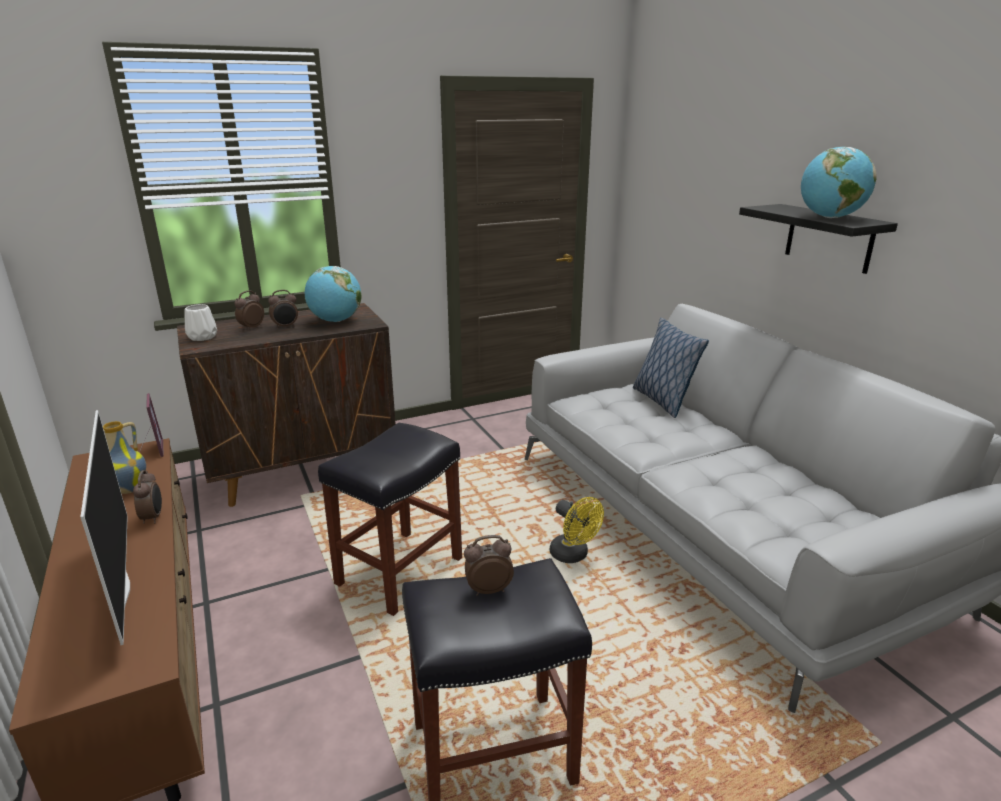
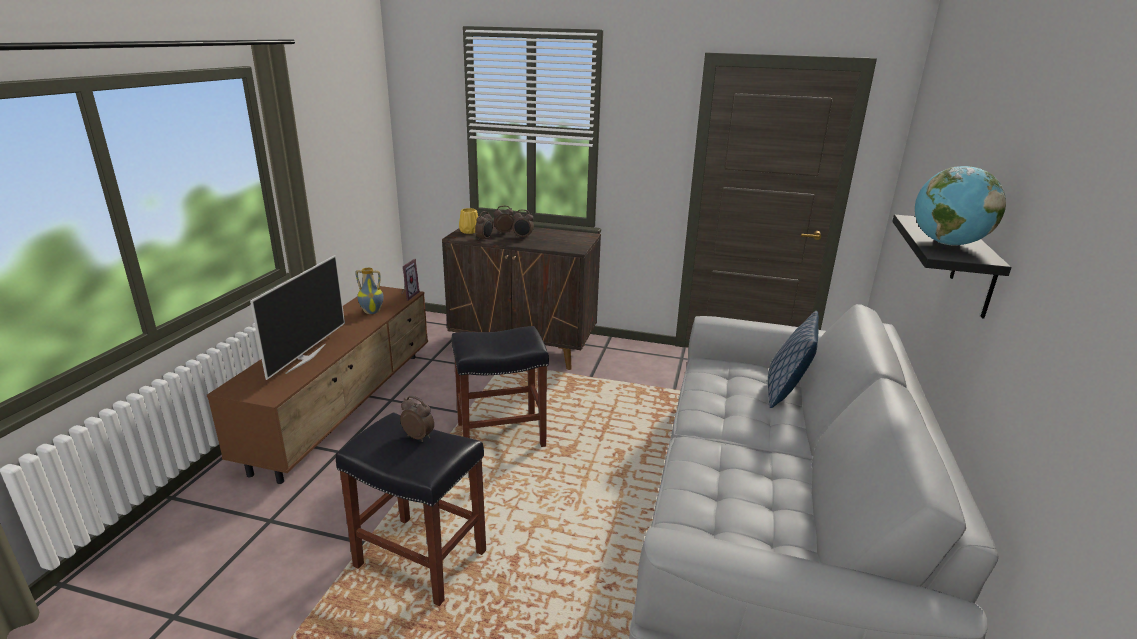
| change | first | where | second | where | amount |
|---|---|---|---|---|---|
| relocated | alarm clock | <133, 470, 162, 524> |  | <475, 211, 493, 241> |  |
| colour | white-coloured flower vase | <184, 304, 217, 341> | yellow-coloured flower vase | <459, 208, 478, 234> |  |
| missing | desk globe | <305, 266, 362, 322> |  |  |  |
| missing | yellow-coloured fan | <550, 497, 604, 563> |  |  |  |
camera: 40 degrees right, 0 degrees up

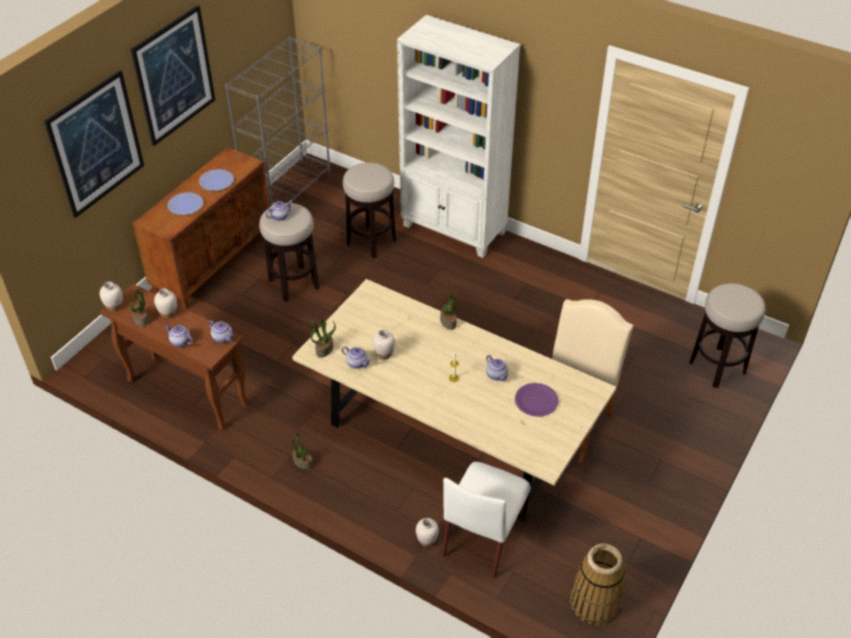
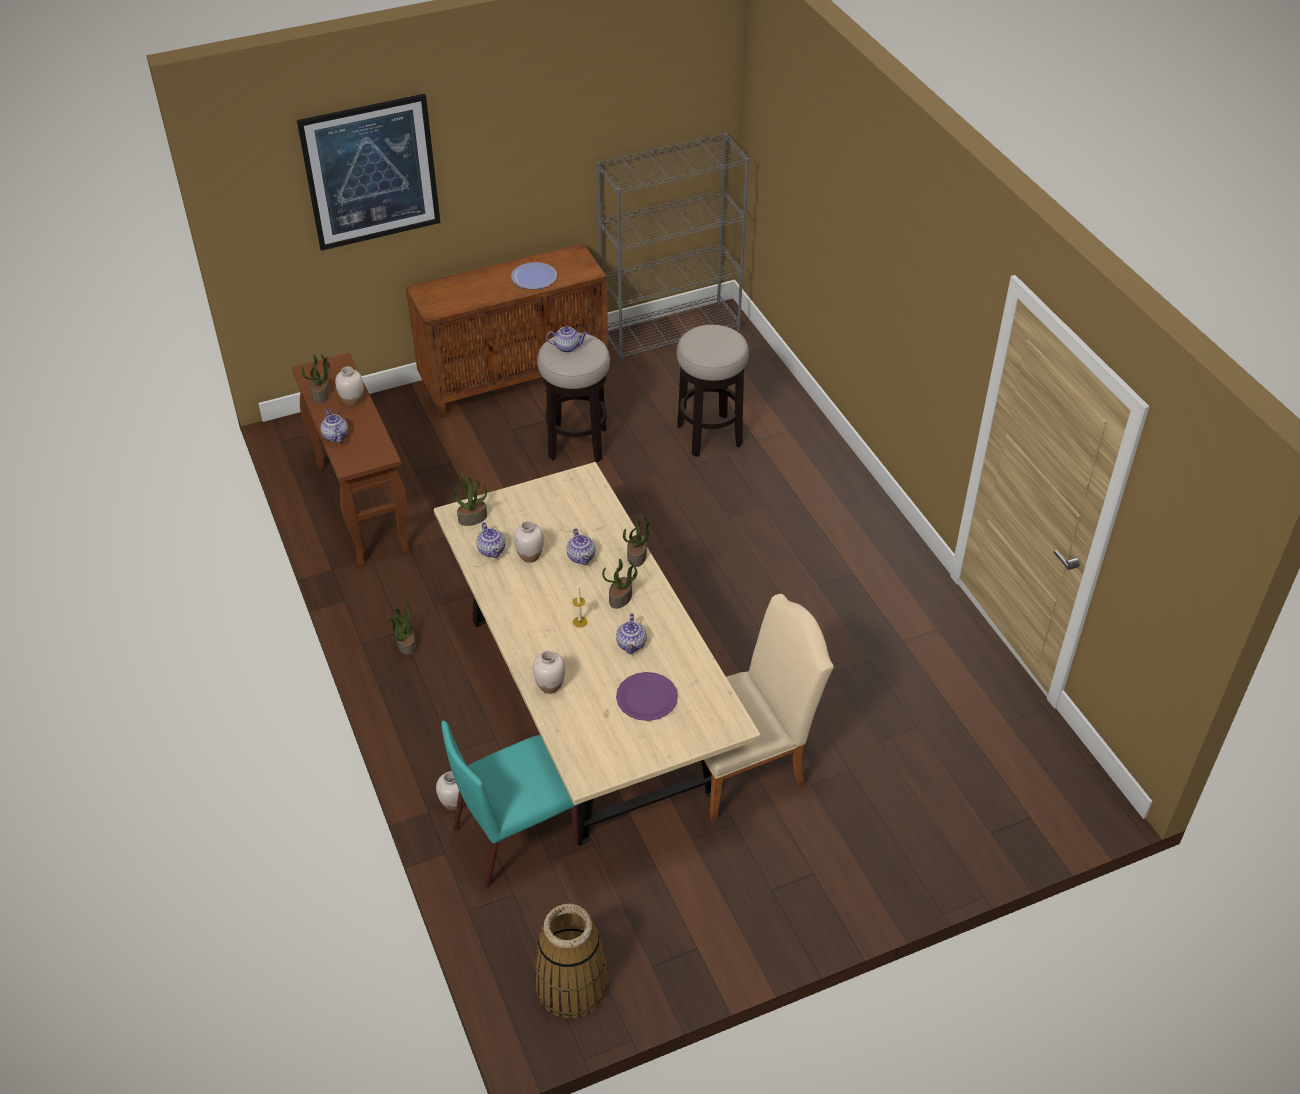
| change | first | where | second | where | amount |
|---|---|---|---|---|---|
| relocated | white-coloured flower vase | <100, 282, 123, 312> |  | <533, 650, 565, 694> |  |
| missing | picture | <130, 5, 215, 146> |  |  |  |
| missing | flat dish | <167, 192, 203, 215> |  |  |  |
| relocated | tea pot | <208, 320, 234, 343> |  | <566, 528, 596, 565> |  |
| missing | white-coloured shelving unit | <397, 15, 520, 258> |  |  |  |
| colour | white-coloured upright chair | <442, 462, 531, 578> | blue-green upright chair | <441, 721, 581, 888> |  |
| missing | sitting stool | <689, 283, 766, 388> |  |  |  |
| appeared |  |  | potted plant | <602, 559, 637, 609> |  |
camera: 35 degrees right, 0 degrees up

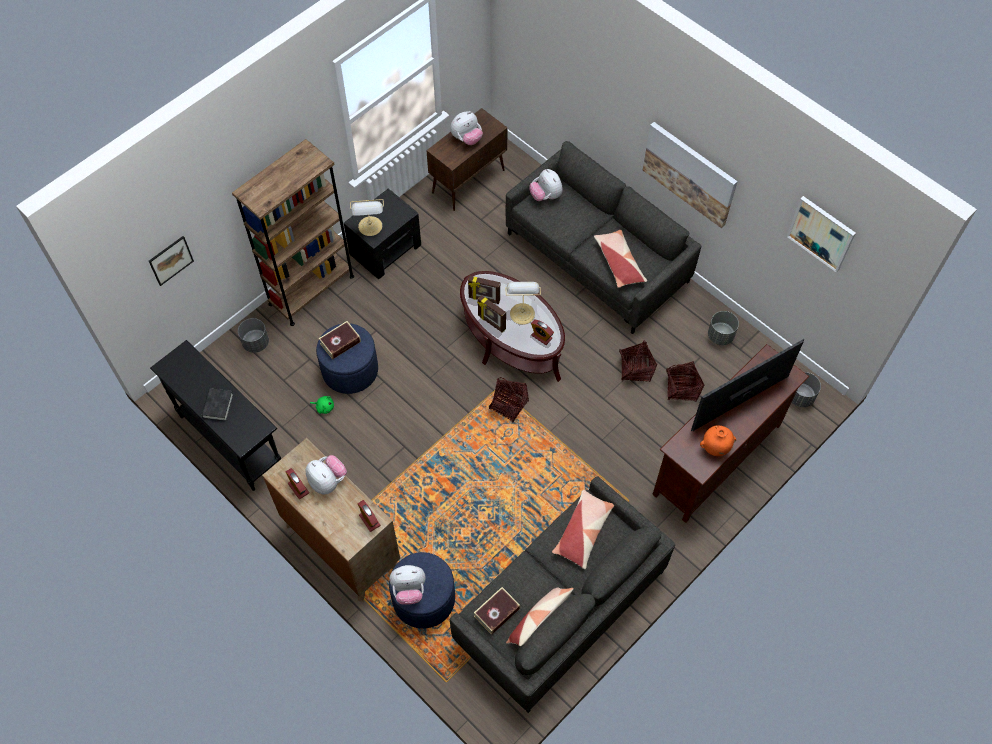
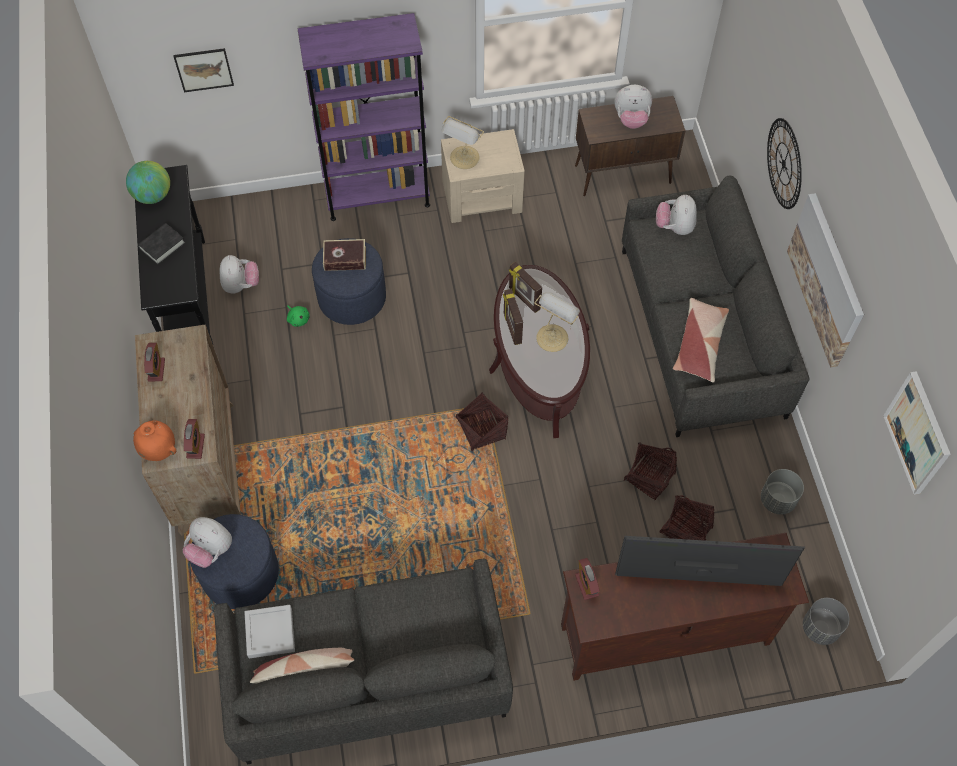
| change | first | where | second | where | amount |
|---|---|---|---|---|---|
| colour | brown-coloured shelving unit | <232, 139, 354, 326> | purple-coloured shelving unit | <297, 13, 430, 221> |  |
| missing | gray planter | <238, 318, 269, 353> |  |  |  |
| relocated | cuddly toy | <306, 455, 347, 495> |  | <220, 255, 259, 294> |  |
| colour | black-coloured nightstand | <344, 188, 421, 279> | sand-coloured nightstand | <441, 129, 525, 223> |  |
| exchanged | book | <474, 587, 520, 635> | gray serving tray | <244, 605, 295, 658> |  |
| relocated | alarm clock | <531, 320, 554, 345> |  | <575, 558, 600, 600> |  |
| missing | cushion | <552, 490, 614, 569> |  |  |  |
| relocated | orange-coloured flower vase | <700, 425, 736, 456> |  | <133, 420, 176, 461> |  |
| appeared |  |  | desk globe | <126, 161, 170, 204> |  |
| appeared |  |  | hanging clock | <767, 118, 802, 209> |  |
camera: 35 degrees right, 0 degrees up

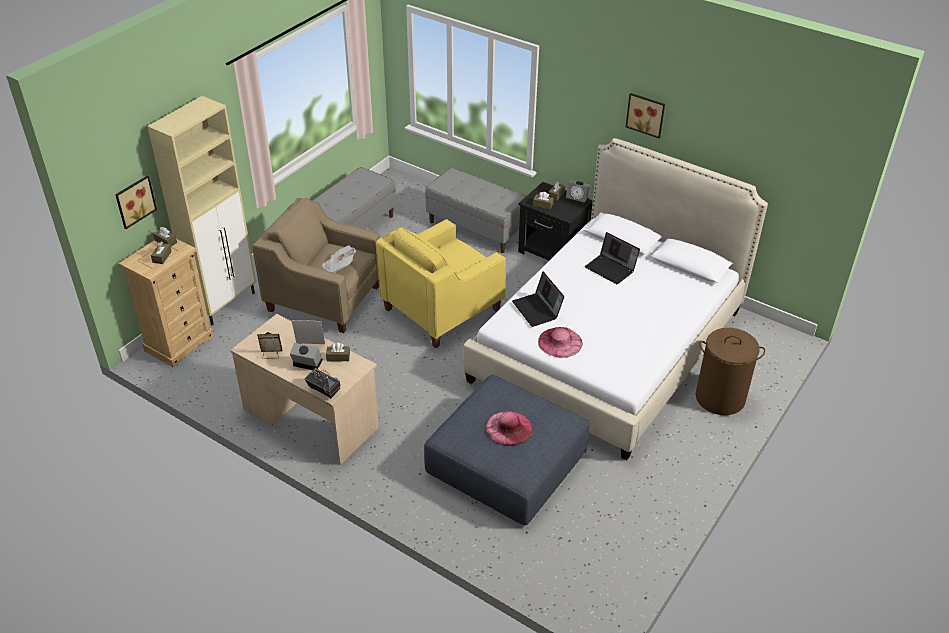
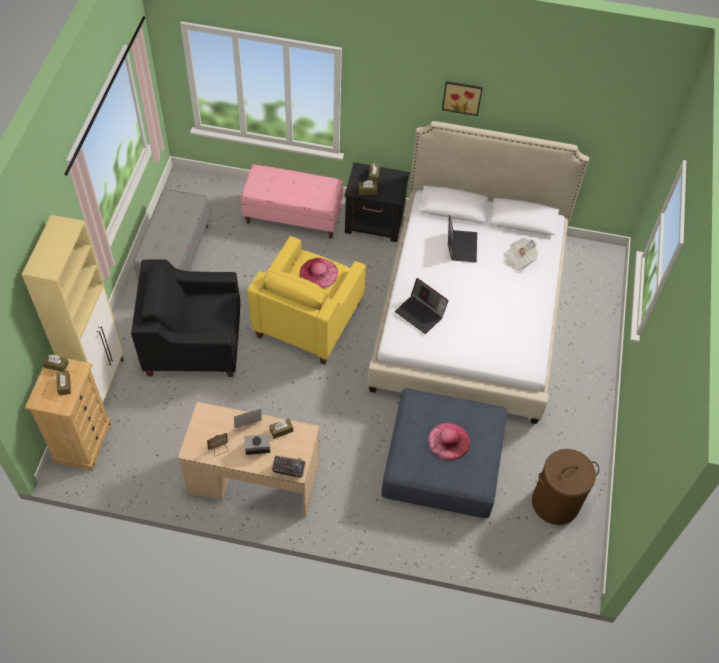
| change | first | where | second | where | amount |
|---|---|---|---|---|---|
| missing | picture | <115, 175, 157, 229> |  |  |  |
| colour | sand-coloured armchair | <252, 197, 380, 333> | black-coloured armchair | <131, 260, 241, 377> |  |
| relocated | printed paper | <322, 246, 356, 273> |  | <503, 238, 538, 271> |  |
| colour | gray indoor bench | <425, 167, 526, 253> | pink-coloured indoor bench | <241, 164, 344, 239> |  |
| relocated | pink-coloured clothing hat | <538, 327, 583, 358> |  | <300, 258, 338, 289> |  |
| missing | alarm clock | <565, 180, 591, 206> |  |  |  |
| spun | laptop | <585, 232, 640, 284> |  | <448, 215, 477, 262> | 105 degrees counterclockwise |
| relocated | brown-coloured washing basket | <695, 328, 765, 415> |  | <532, 449, 600, 525> |  |
camera: 25 degrees left, 15 degrees up

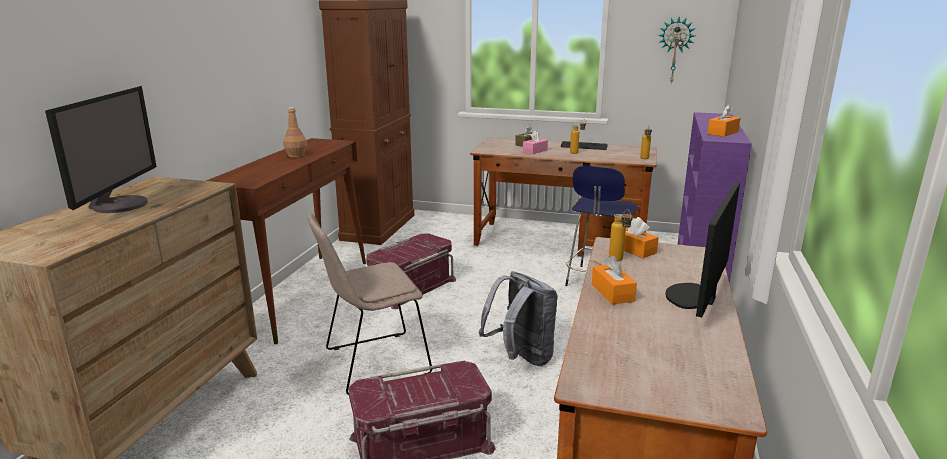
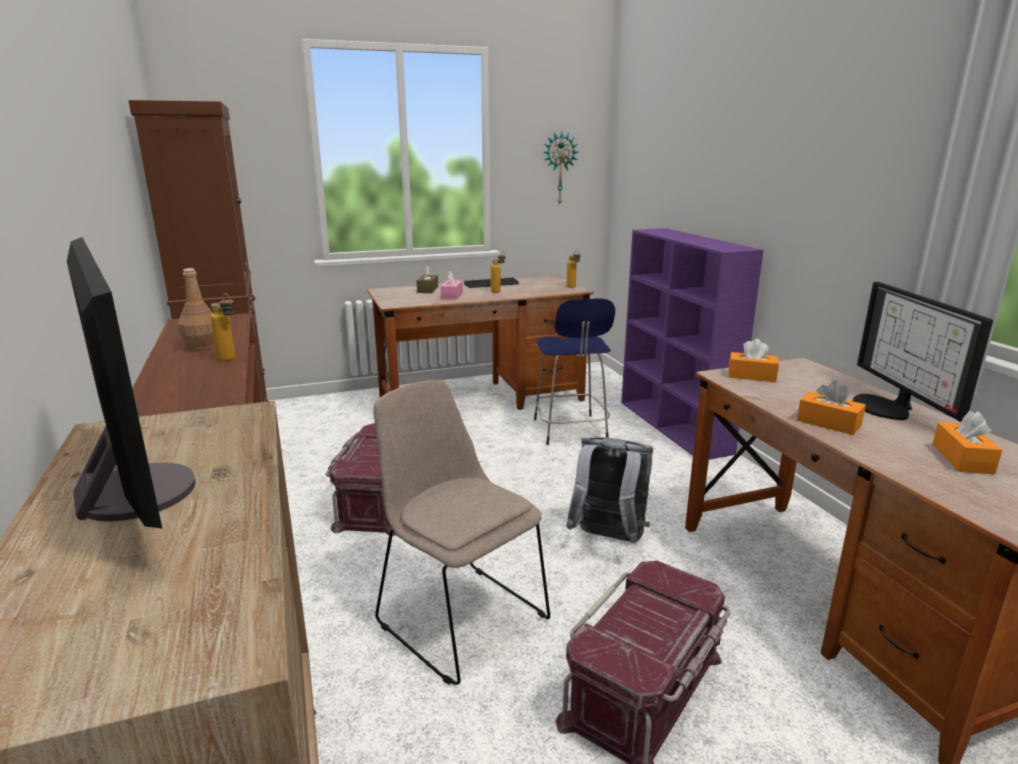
| change | first | where | second | where | amount |
|---|---|---|---|---|---|
| spun | sand-coloured upright chair | <308, 214, 432, 395> |  | <373, 380, 550, 685> | 105 degrees clockwise |
| relocated | beverage bottle | <609, 209, 633, 261> |  | <211, 293, 235, 361> |  |
| relocated | orange-coloured tissue holder | <707, 104, 741, 137> |  | <932, 411, 1002, 474> |  |
camera: 35 degrees left, 0 degrees up

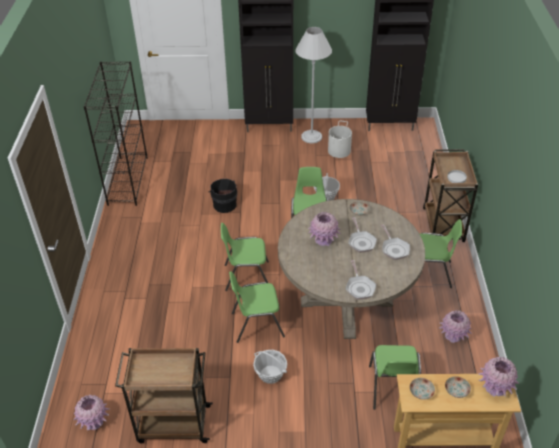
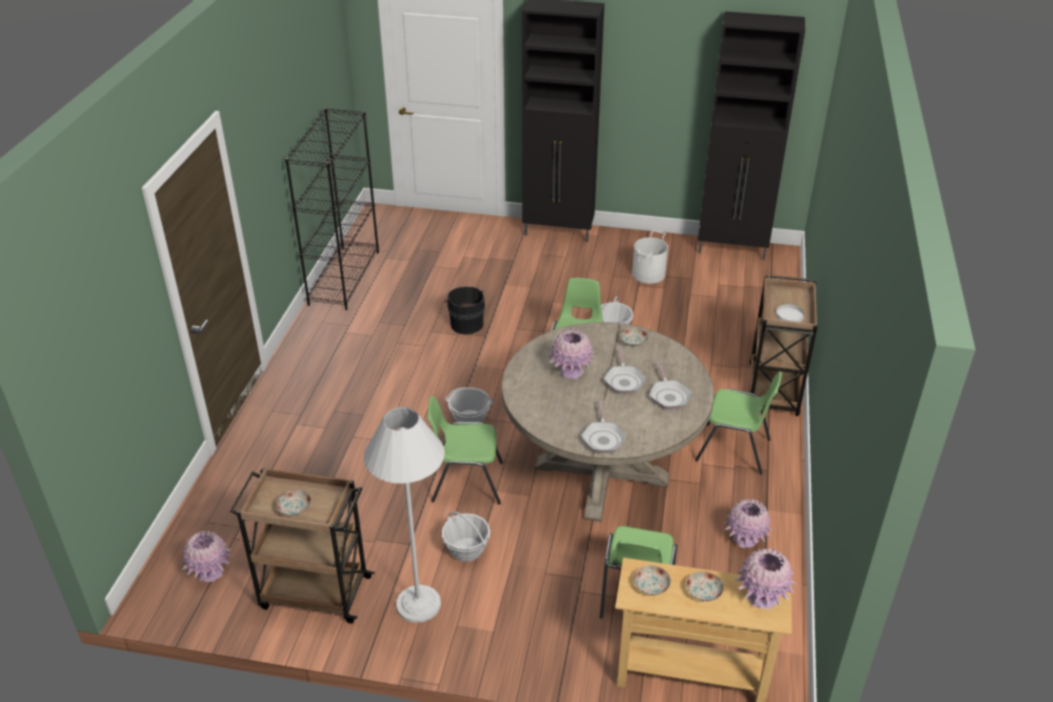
| change | first | where | second | where | amount |
|---|---|---|---|---|---|
| exchanged | green upright chair | <221, 223, 269, 291> | household basket | <445, 387, 493, 422> |  |
| relocated | white-coloured standing lamp | <295, 27, 332, 143> |  | <364, 407, 445, 623> |  |
| appeared |  |  | flat dish | <276, 490, 311, 516> |  |
camera: 10 degrees right, 5 degrees down

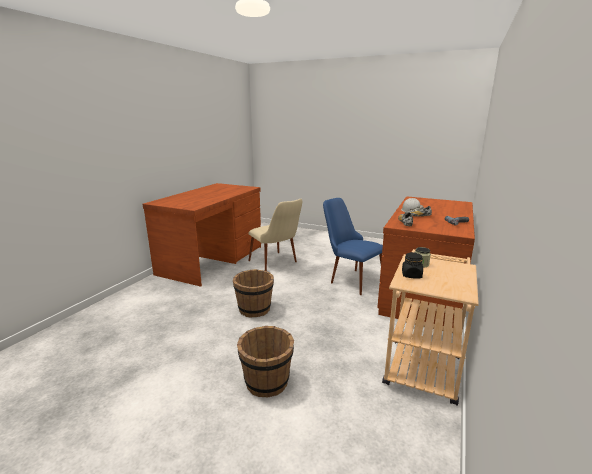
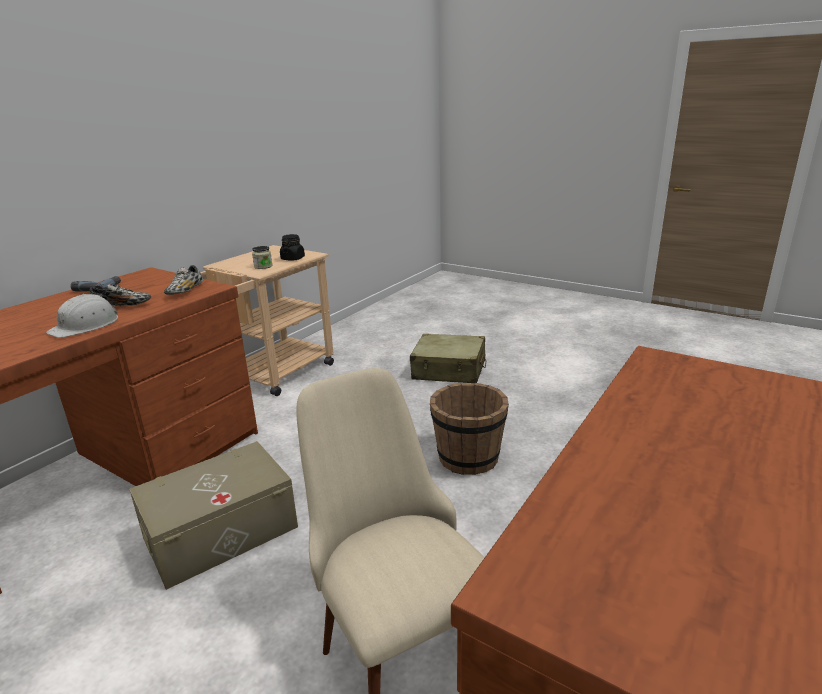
| change | first | where | second | where | amount |
|---|---|---|---|---|---|
| exchanged | brown-coloured bucket | <237, 326, 294, 397> | sand-coloured suitcase | <410, 334, 486, 383> |  |
| exchanged | blue upright chair | <323, 198, 383, 295> | sand-coloured storage box | <129, 441, 298, 590> |  |
camera: 170 degrees left, 5 degrees up

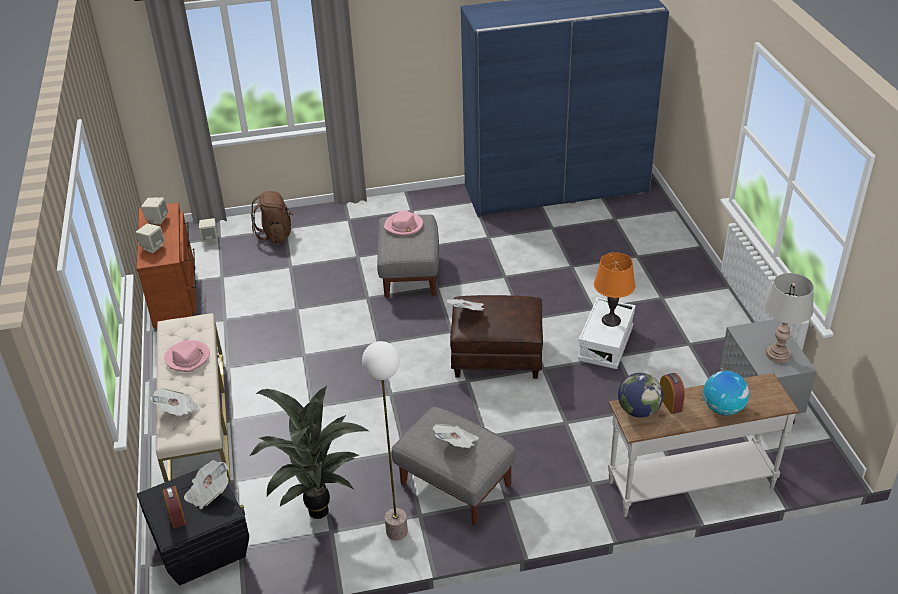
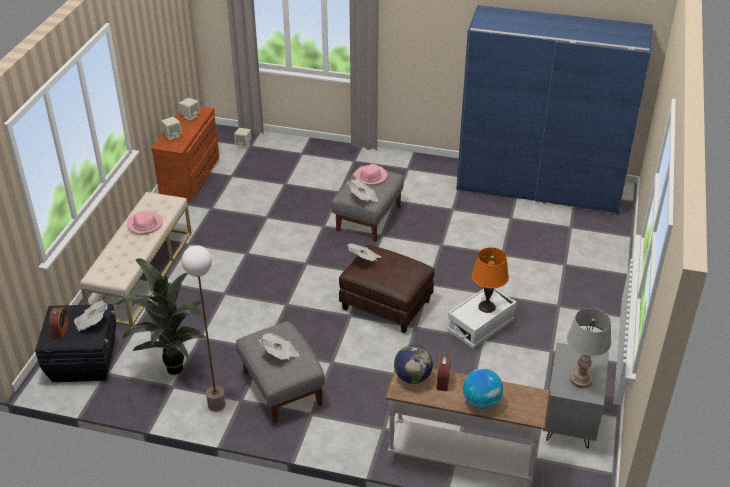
| change | first | where | second | where | amount |
|---|---|---|---|---|---|
| relocated | printed paper | <150, 388, 200, 416> |  | <347, 179, 378, 202> |  |
| missing | brown-coloured knapsack | <251, 191, 294, 243> |  |  |  |
camera: 25 degrees right, 0 degrees up

